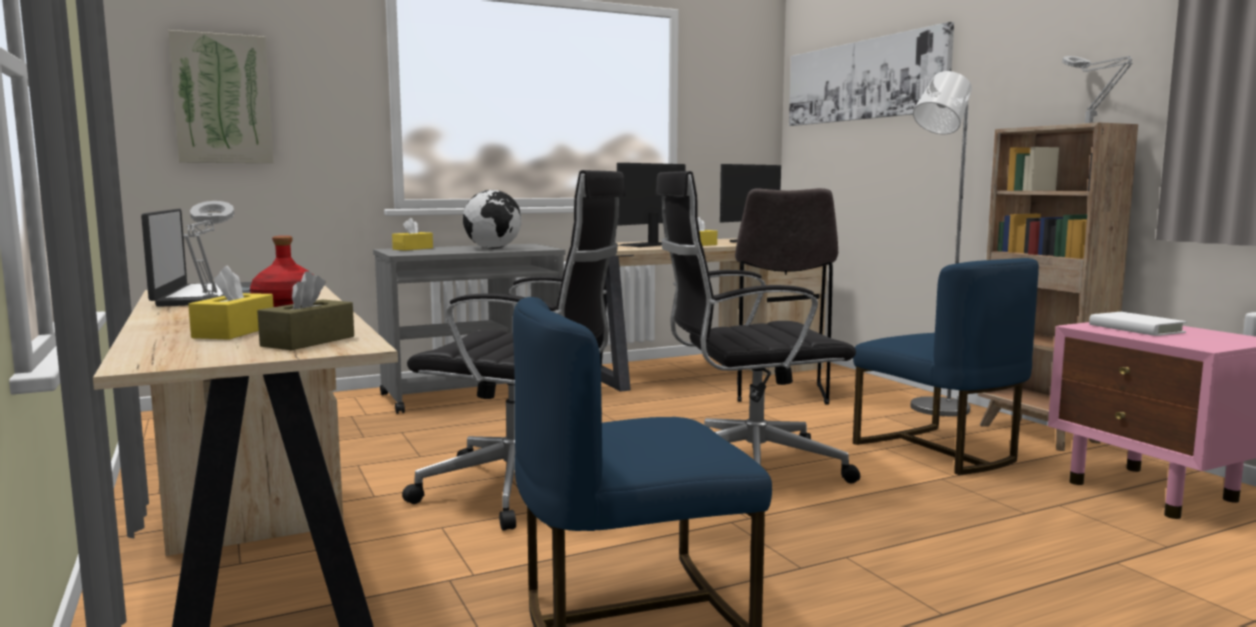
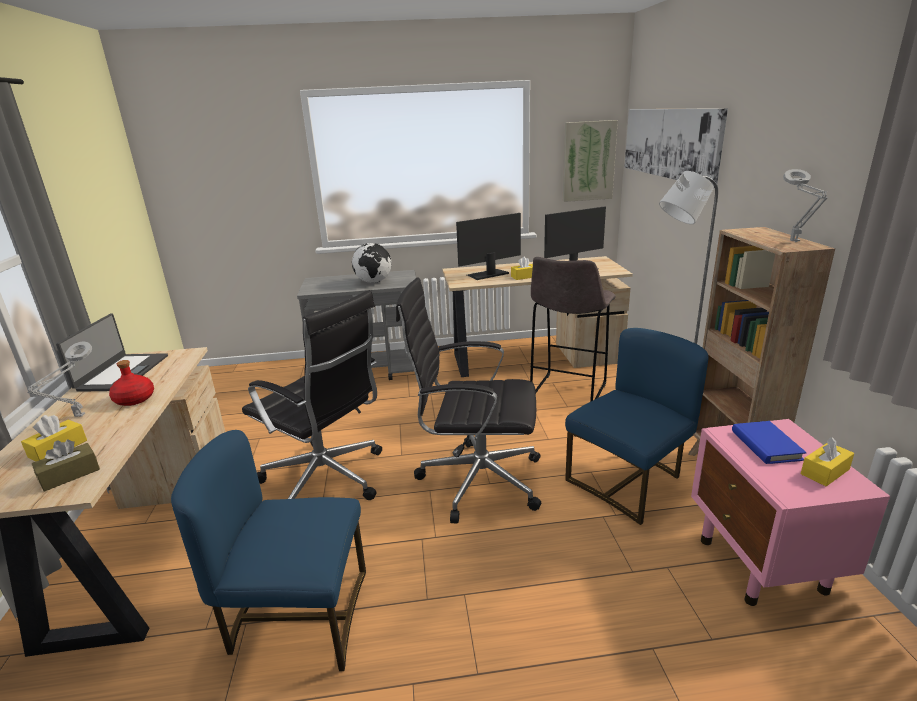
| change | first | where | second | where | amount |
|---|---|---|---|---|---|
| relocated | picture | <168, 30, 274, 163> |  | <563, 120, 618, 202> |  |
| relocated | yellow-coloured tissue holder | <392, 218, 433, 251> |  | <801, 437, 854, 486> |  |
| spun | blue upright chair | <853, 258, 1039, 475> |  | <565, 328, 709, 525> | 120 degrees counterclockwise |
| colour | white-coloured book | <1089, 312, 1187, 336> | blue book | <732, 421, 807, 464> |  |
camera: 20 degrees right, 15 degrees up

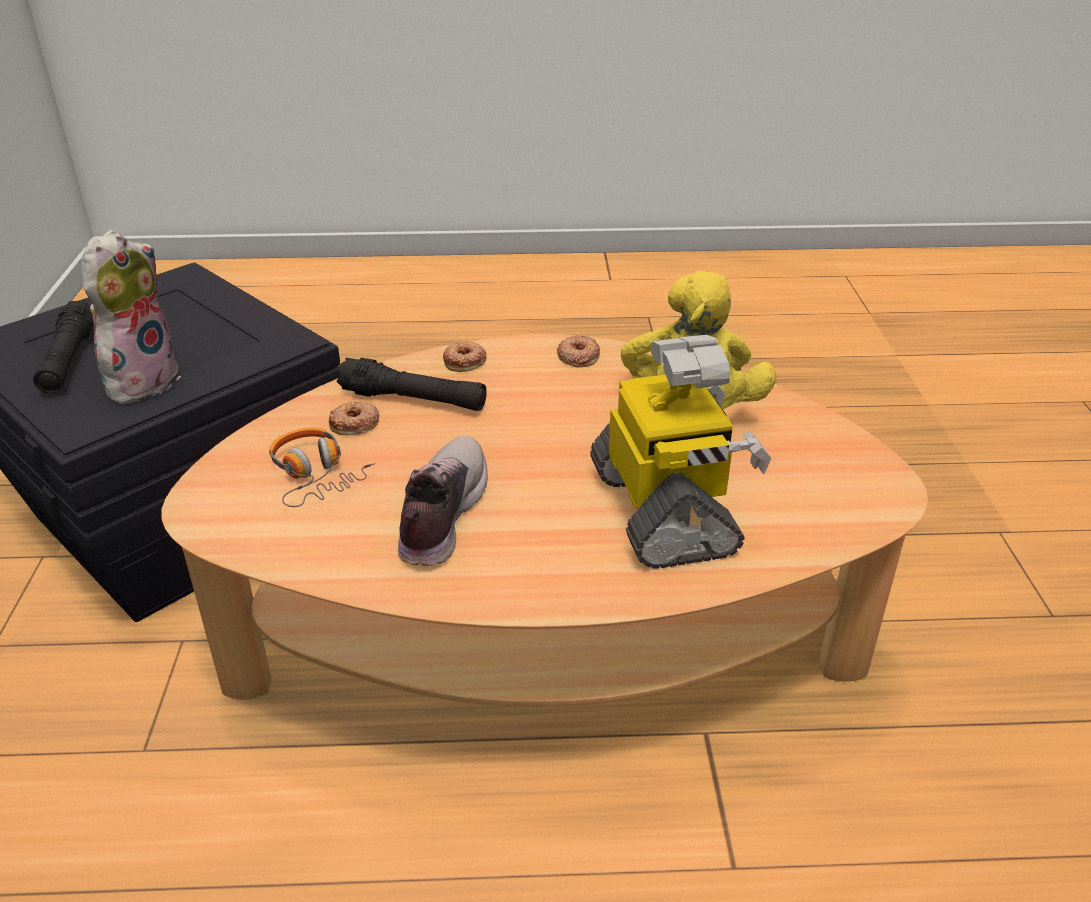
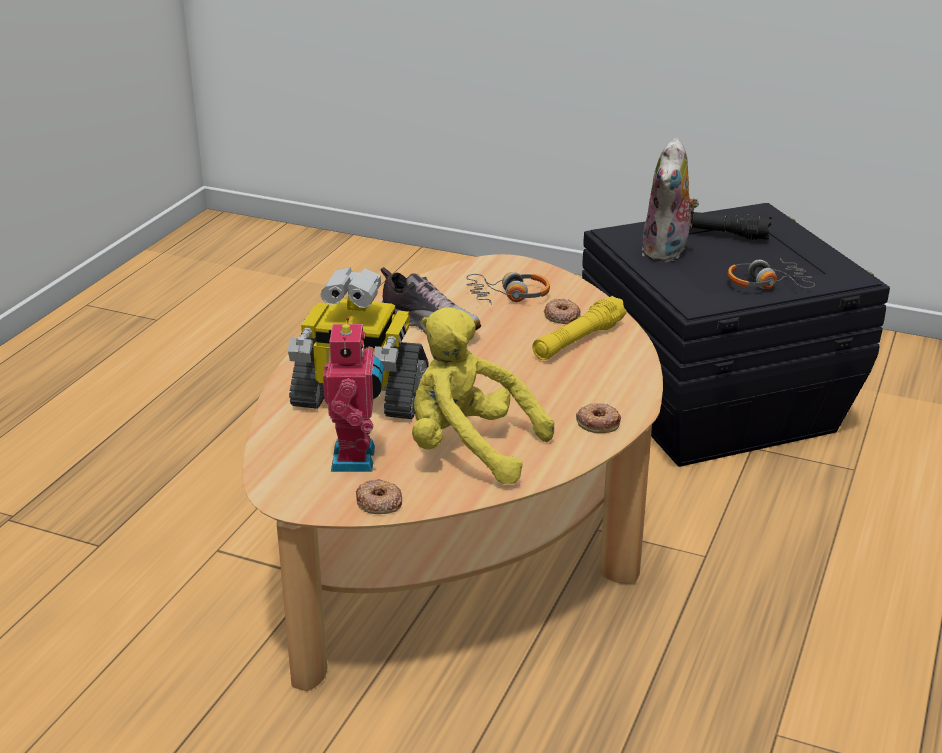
| change | first | where | second | where | amount |
|---|---|---|---|---|---|
| spun | cuddly toy | <81, 230, 181, 404> |  | <642, 138, 699, 262> | 60 degrees clockwise |
| colour | black-coloured torch | <337, 358, 487, 411> | yellow-coloured torch | <532, 296, 627, 360> |  |
| relocated | doughnut | <443, 341, 487, 372> |  | <356, 479, 402, 514> |  |
| appeared |  |  | toy robot | <323, 318, 384, 472> |  |
| appeared |  |  | headphones | <728, 258, 815, 289> |  |
camera: 115 degrees right, 5 degrees down

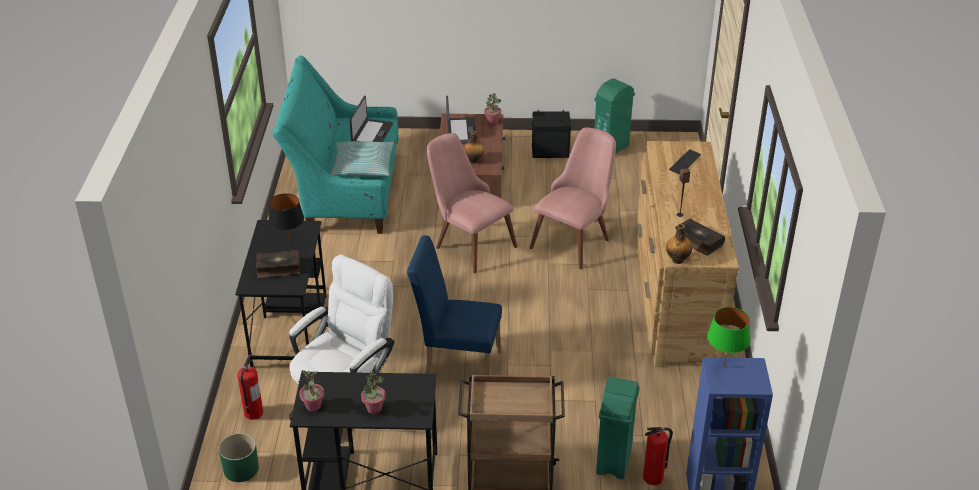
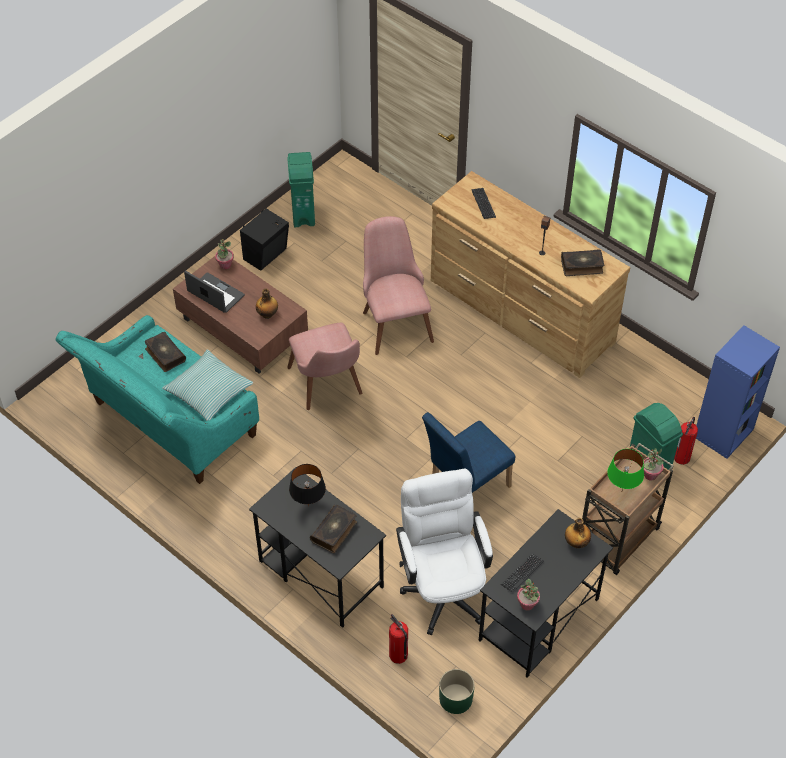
| change | first | where | second | where | amount |
|---|---|---|---|---|---|
| exchanged | laptop | <349, 96, 393, 142> | book | <144, 332, 186, 372> |  |
| relocated | potted plant | <361, 372, 386, 414> |  | <644, 448, 664, 481> |  |
| spun | pink-coloured upright chair | <427, 133, 517, 274> |  | <287, 323, 362, 410> | 105 degrees counterclockwise |
| relocated | beverage bottle | <666, 224, 692, 264> |  | <565, 518, 591, 548> |  |
| relocated | green lamp for a table | <707, 307, 750, 367> |  | <607, 449, 644, 490> |  |
| appeared |  |  | computer keyboard | <501, 553, 544, 593> |  |
camera: 50 degrees left, 15 degrees up

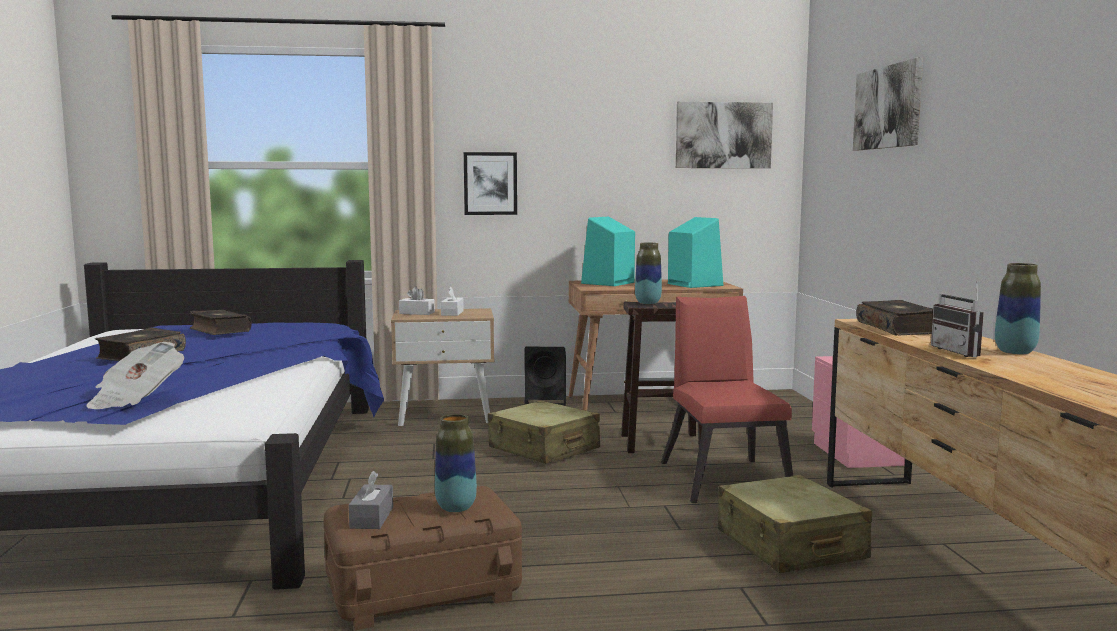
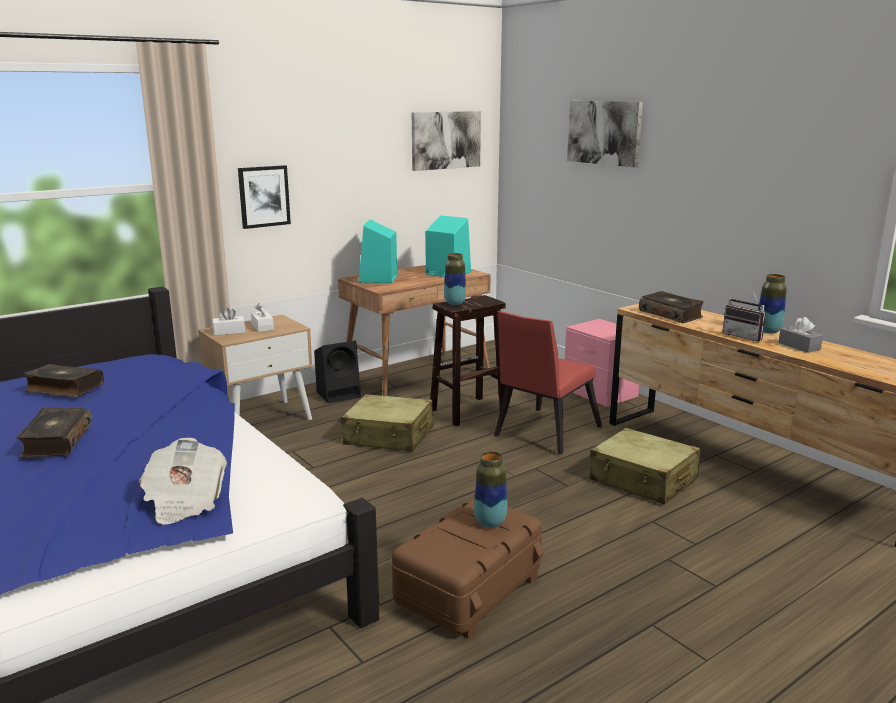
| change | first | where | second | where | amount |
|---|---|---|---|---|---|
| relocated | gray tissue holder | <349, 471, 393, 529> |  | <778, 317, 823, 353> |  |
| spun | red-coloured upright chair | <661, 296, 793, 503> |  | <494, 311, 602, 455> | 105 degrees counterclockwise |
camera: 30 degrees left, 10 degrees up

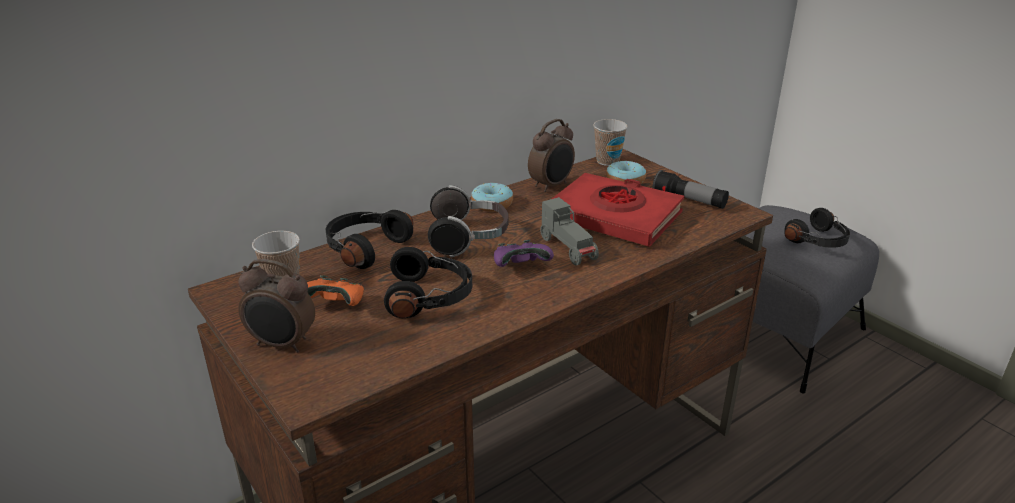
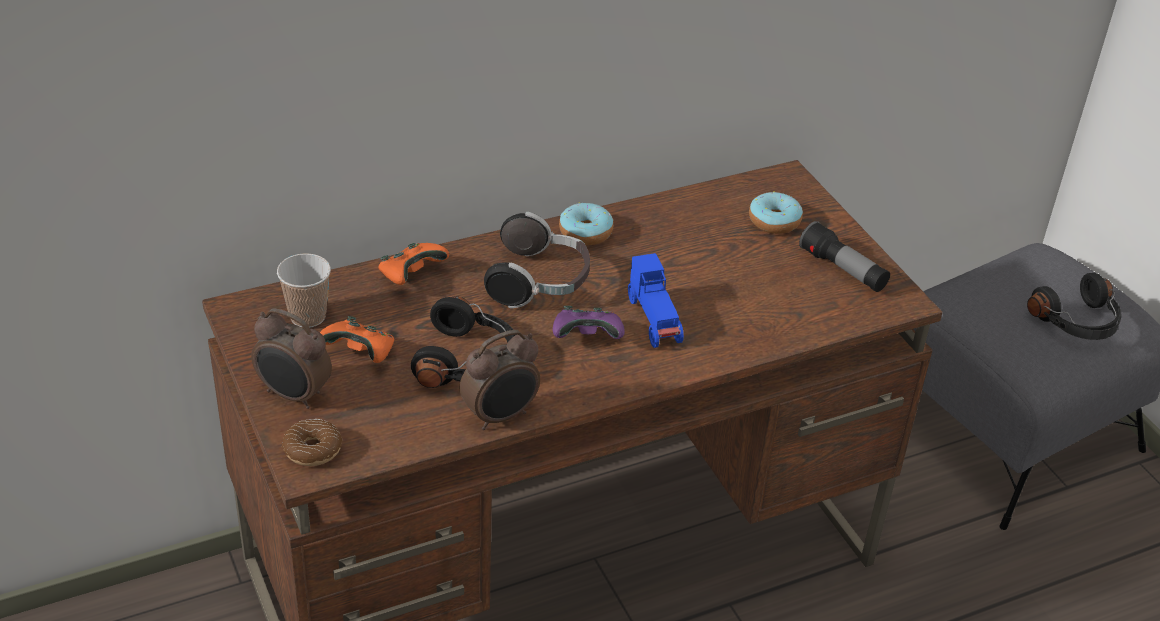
| change | first | where | second | where | amount |
|---|---|---|---|---|---|
| exchanged | black-coloured headphones | <326, 210, 414, 269> | orange-coloured gamepad | <378, 243, 449, 285> |  |
| relocated | alarm clock | <528, 119, 575, 192> |  | <460, 330, 540, 430> |  |
| colour | gray miniature car | <540, 197, 599, 266> | blue miniature car | <628, 253, 684, 348> |  |
| missing | red-coloured book | <552, 173, 684, 247> |  |  |  |
| missing | cup | <593, 119, 628, 166> |  |  |  |
| appeared |  |  | doughnut | <282, 419, 342, 466> |  |
camera: 10 degrees right, 10 degrees up

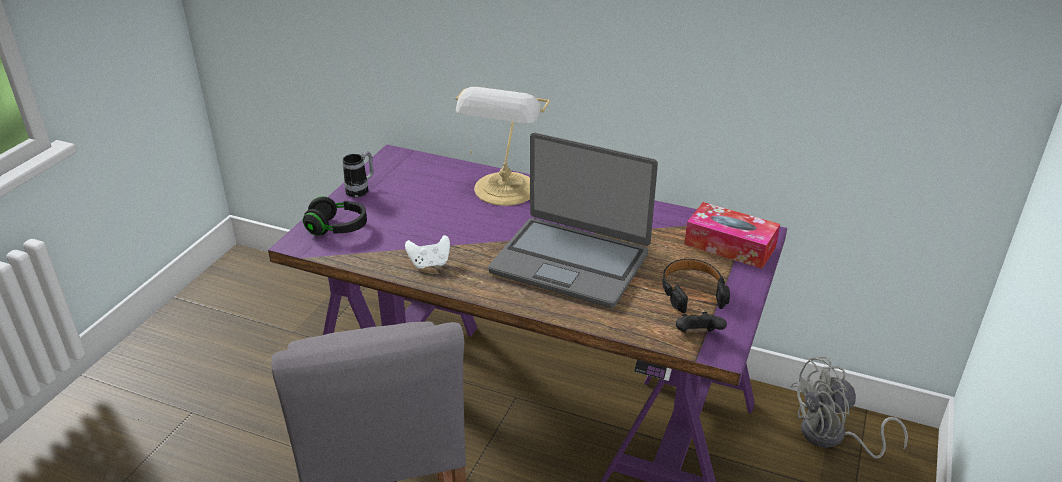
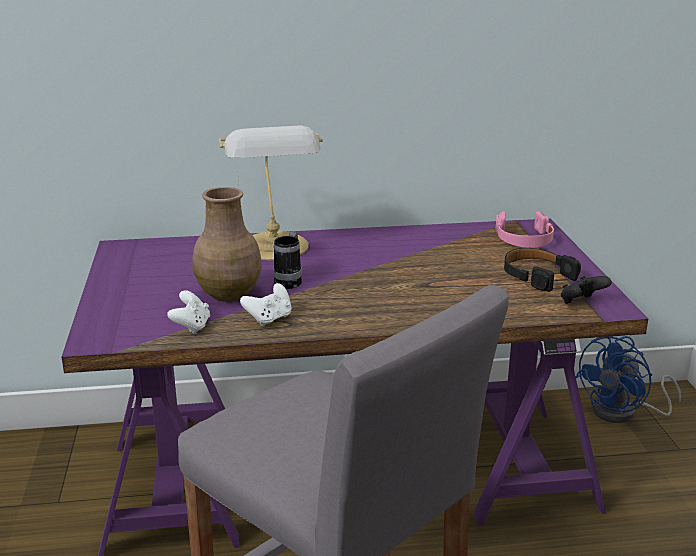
| change | first | where | second | where | amount |
|---|---|---|---|---|---|
| missing | black-coloured headphones | <303, 196, 367, 236> |  |  |  |
| relocated | mug | <343, 151, 373, 197> |  | <273, 231, 302, 289> |  |
| missing | laptop | <488, 133, 658, 308> |  |  |  |
| exchanged | tissue holder | <684, 202, 780, 269> | pink-coloured headphones | <495, 211, 554, 248> |  |
| colour | gray fan | <790, 356, 908, 459> | blue fan | <576, 336, 681, 423> |  |
| appeared |  |  | white-coloured gamepad | <167, 290, 210, 334> |  |
| appeared |  |  | brown-coloured flower vase | <192, 187, 262, 302> |  |
camera: 30 degrees left, 10 degrees down

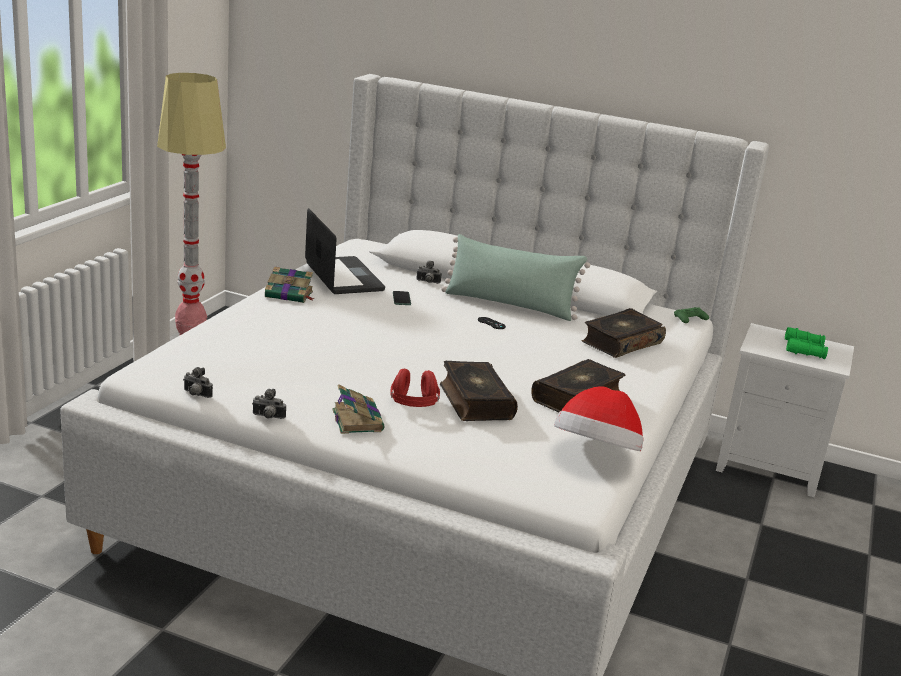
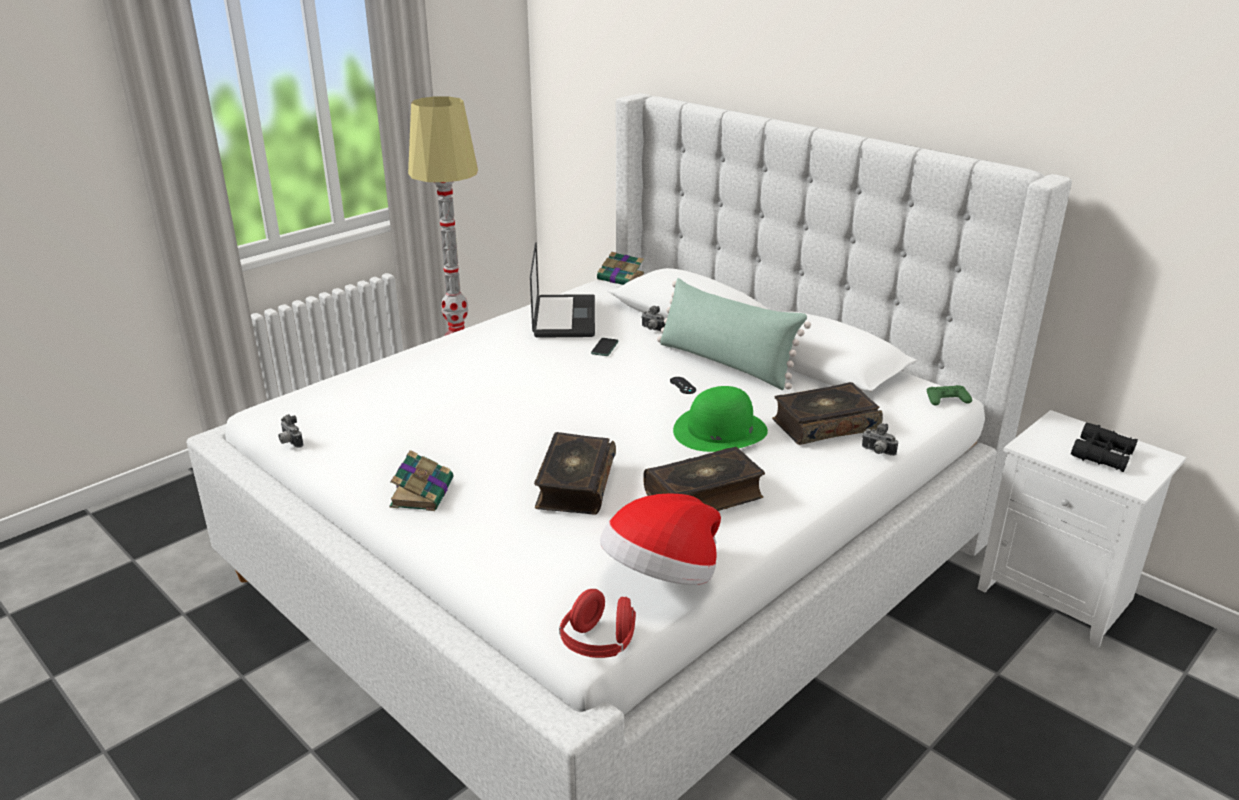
| change | first | where | second | where | amount |
|---|---|---|---|---|---|
| relocated | still camera | <252, 389, 286, 419> |  | <862, 423, 898, 456> |  |
| relocated | book | <265, 267, 315, 303> |  | <597, 252, 644, 285> |  |
| relocated | red-coloured headphones | <390, 368, 440, 407> |  | <559, 589, 636, 658> |  |
| colour | green pair of binoculars | <785, 327, 828, 359> | black-coloured pair of binoculars | <1071, 423, 1138, 472> |  |
| appeared |  |  | green clothing hat | <673, 386, 768, 452> |  |
camera: 25 degrees right, 5 degrees up

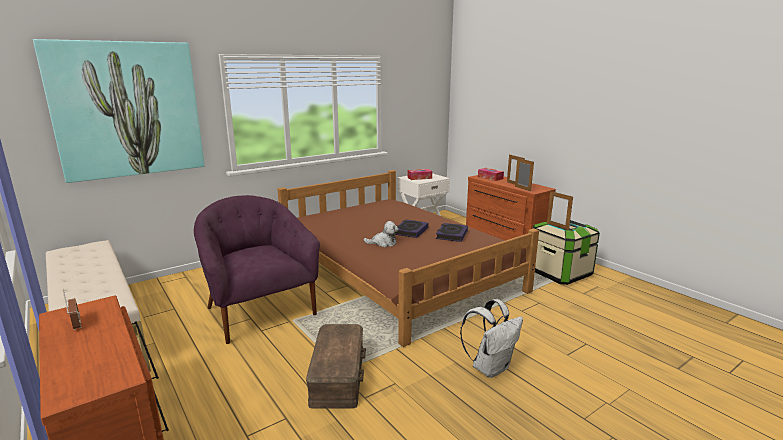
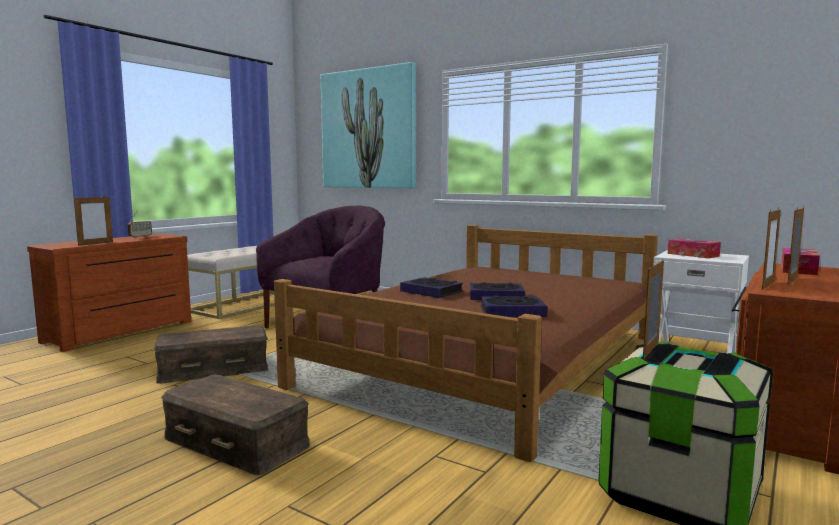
| change | first | where | second | where | amount |
|---|---|---|---|---|---|
| exchanged | cuddly toy | <363, 221, 399, 247> | book | <400, 277, 463, 298> |  |
| exchanged | white-coloured knapsack | <460, 299, 523, 378> | brown-coloured storage box | <161, 375, 310, 475> |  |
| appeared |  |  | picture frame | <74, 195, 113, 246> |  |
camera: 70 degrees right, 10 degrees down

